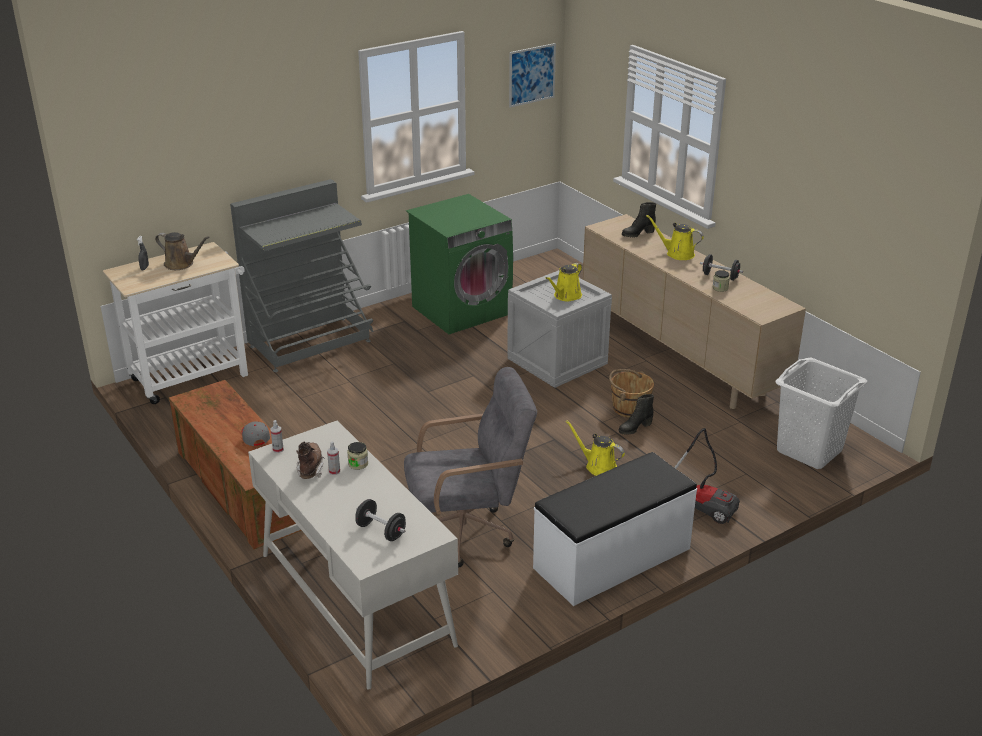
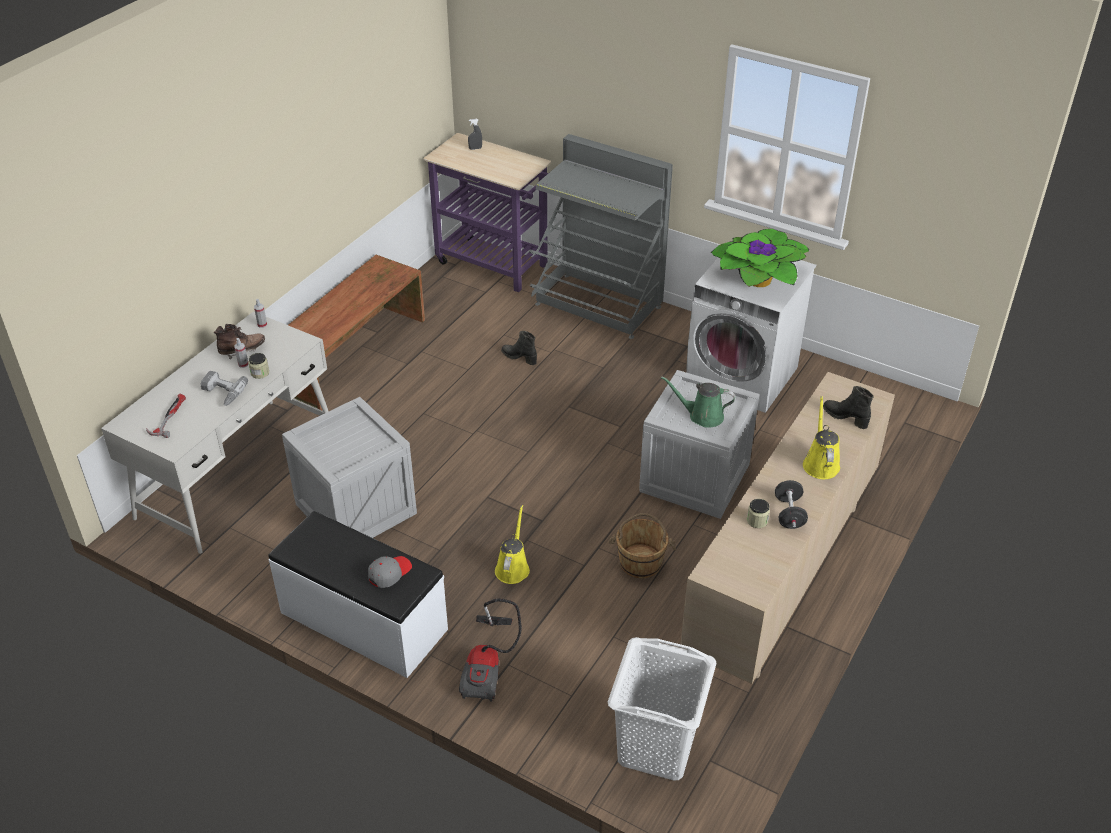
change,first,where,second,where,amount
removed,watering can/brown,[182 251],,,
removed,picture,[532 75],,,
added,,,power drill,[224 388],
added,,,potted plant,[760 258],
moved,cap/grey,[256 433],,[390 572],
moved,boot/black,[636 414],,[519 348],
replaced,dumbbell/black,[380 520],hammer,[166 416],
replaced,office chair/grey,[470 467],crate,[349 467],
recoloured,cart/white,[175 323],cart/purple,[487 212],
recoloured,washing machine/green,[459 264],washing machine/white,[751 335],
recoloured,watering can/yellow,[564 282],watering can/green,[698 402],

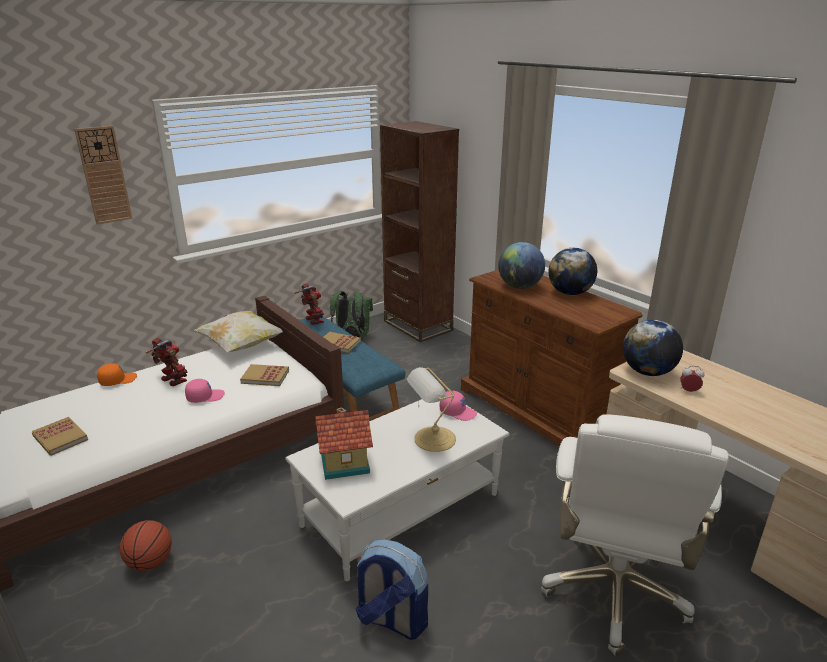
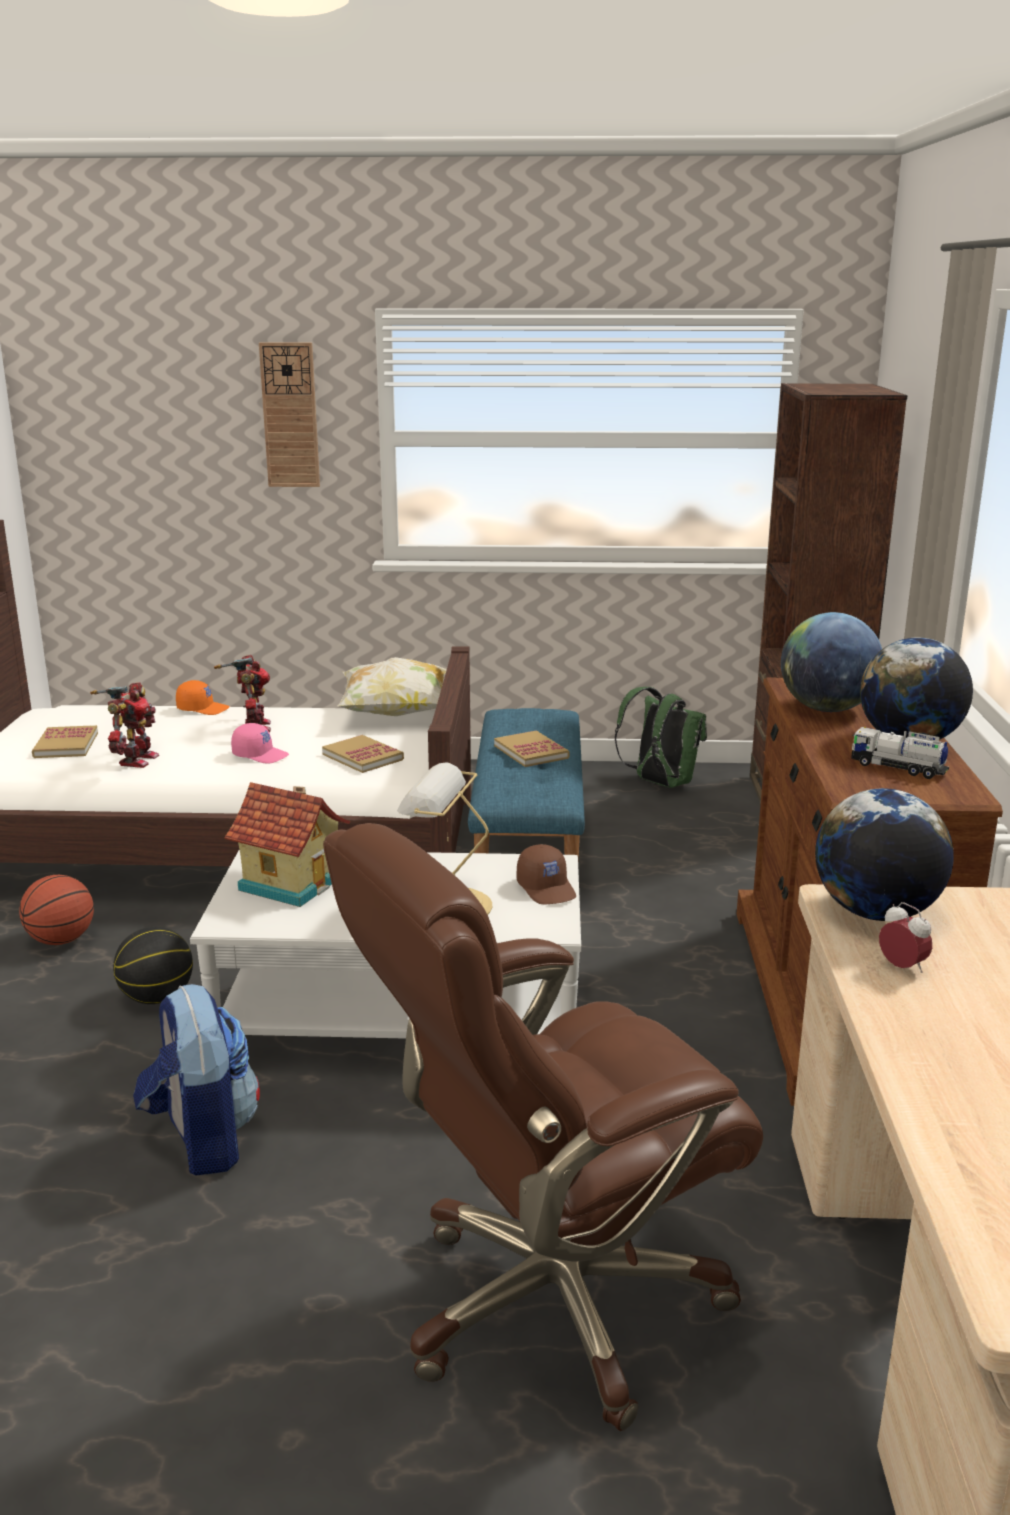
change,first,where,second,where,amount
added,,,basketball,[153 965],
added,,,toy truck,[900 753],
moved,toy robot,[309 304],,[124 725],
recoloured,cap/pink,[458 406],cap/brown,[546 874],
recoloured,office chair/white,[635 535],office chair/brown,[543 1127],

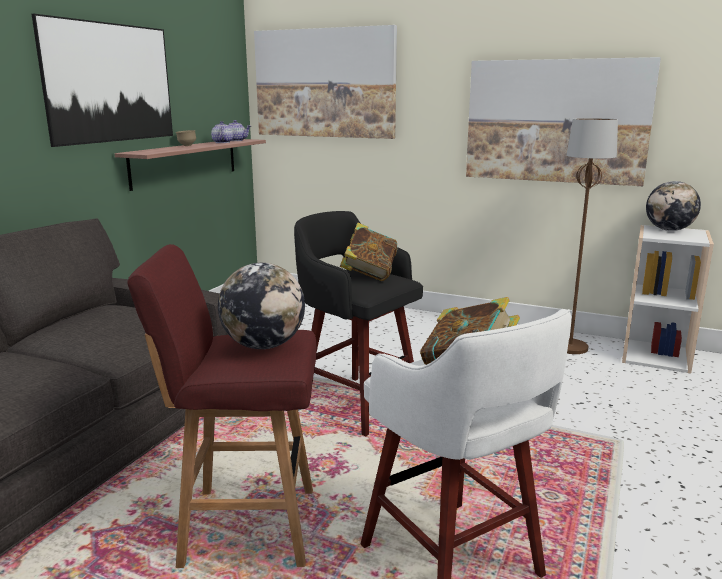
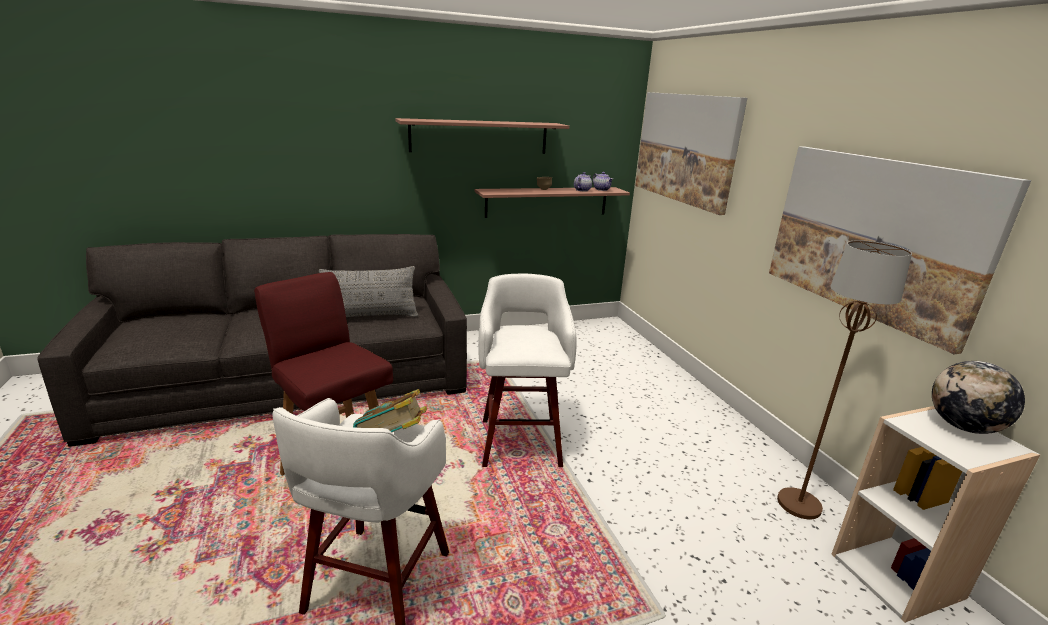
change,first,where,second,where,amount
removed,globe,[261 306],,,
removed,book,[369 252],,,
added,,,pillow/grey,[368 291],
replaced,picture,[102 80],shelf,[482 136],
recoloured,stool/black,[358 323],stool/white,[527 370],

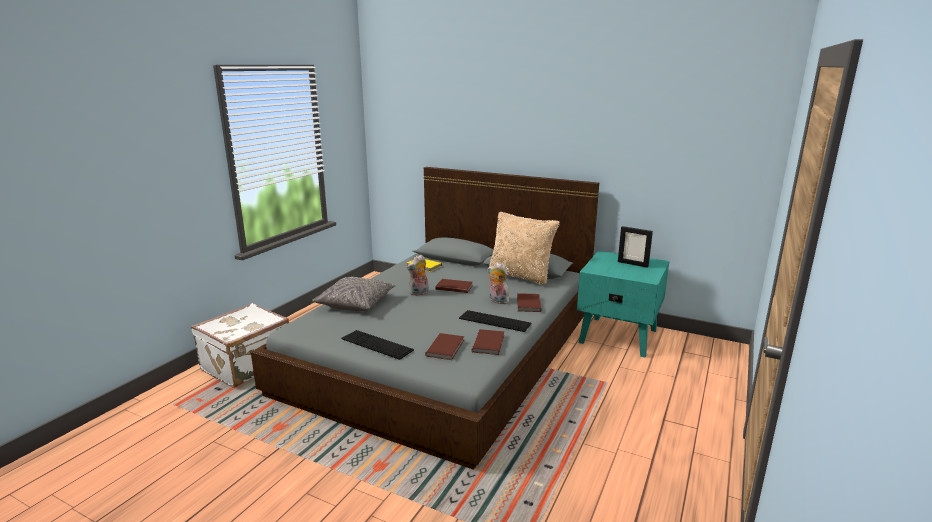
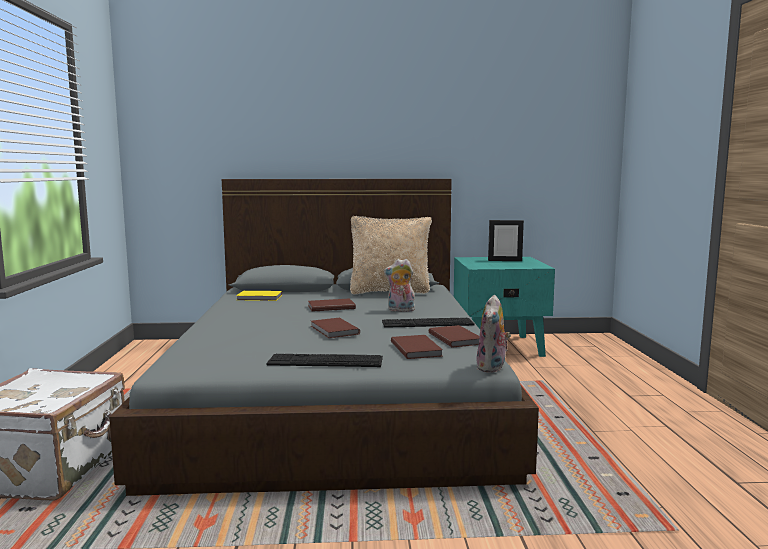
change,first,where,second,where,amount
removed,pillow/grey,[354 294],,,
moved,plush toy,[418 275],,[494 334],
moved,book/brown,[529 302],,[335 328],

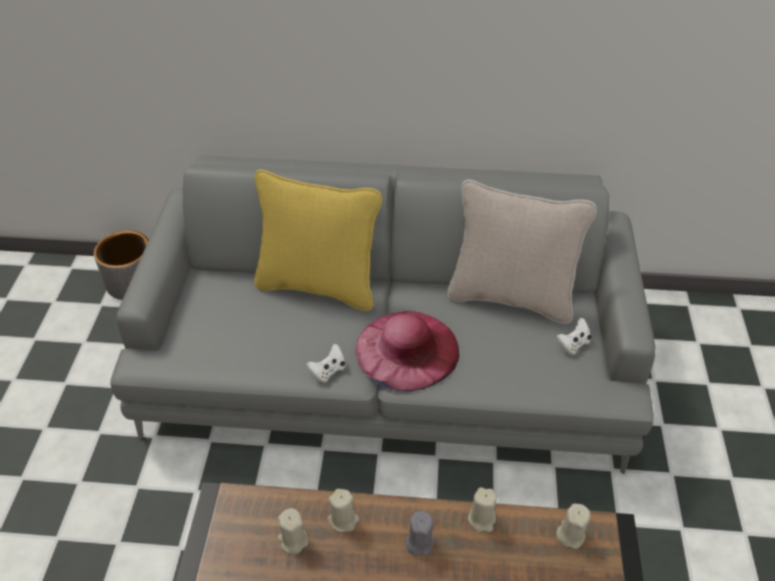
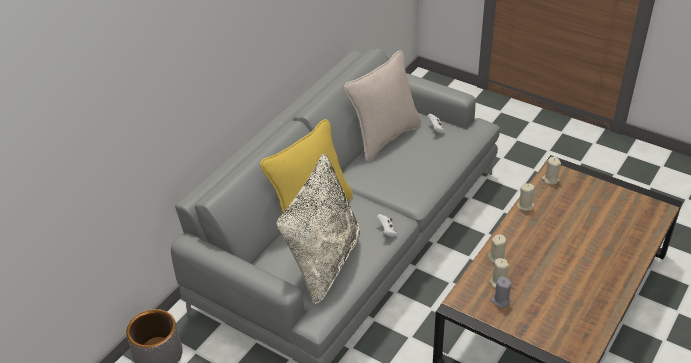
change,first,where,second,where,amount
removed,hat/pink,[407 351],,,
added,,,pillow/beige,[318 228],
moved,candle/grey,[420 533],,[501 292],

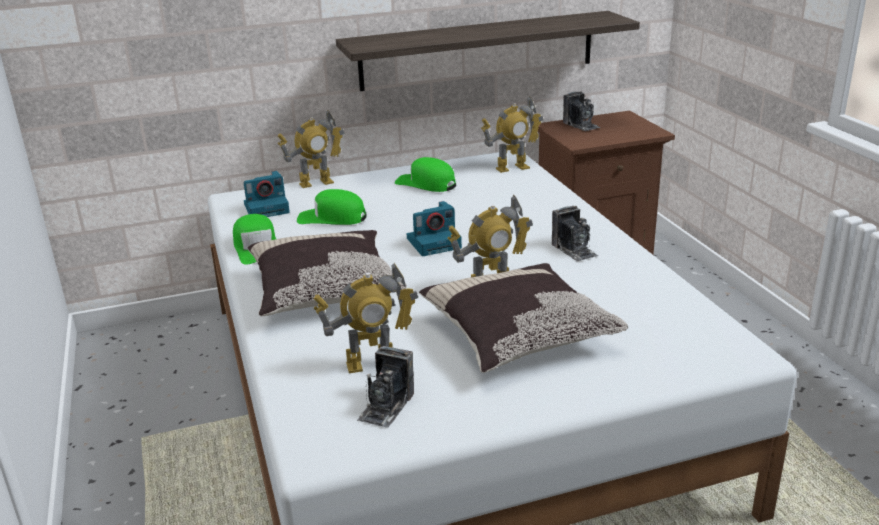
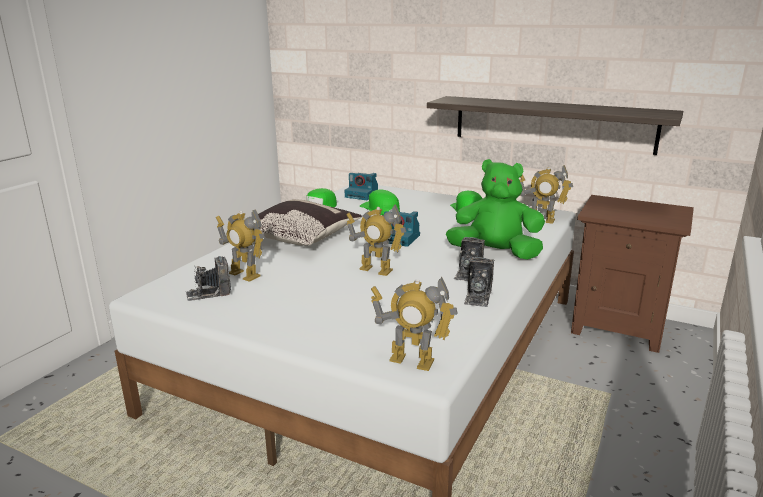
change,first,where,second,where,amount
removed,pillow,[523 318],,,
added,,,plush toy/green,[495 209],
moved,toy robot,[311 149],,[414 324],
moved,photo camera,[582 111],,[479 282],

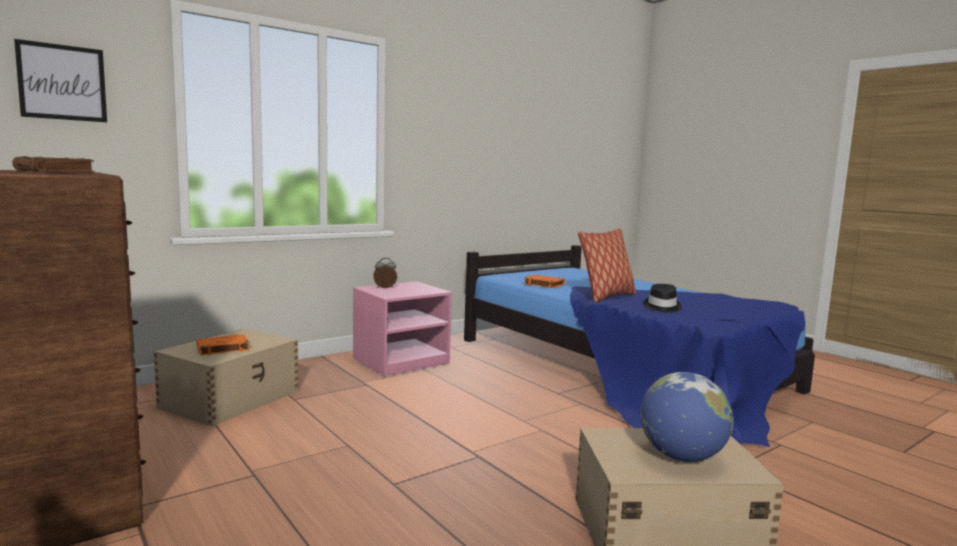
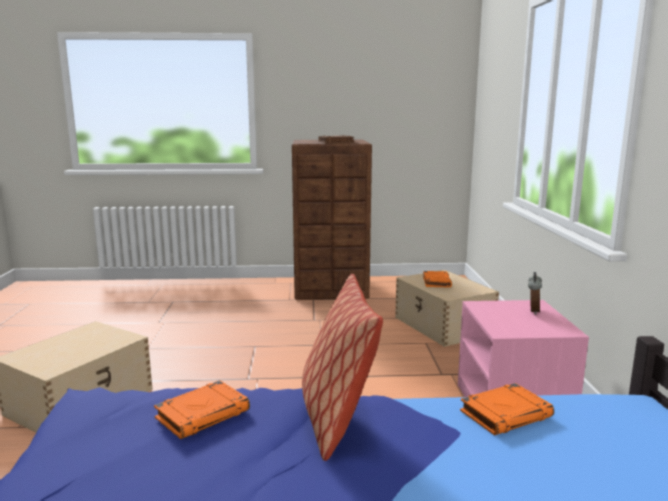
change,first,where,second,where,amount
removed,picture,[60 80],,,
removed,globe,[687 417],,,
replaced,hat/black,[662 298],book/orange,[202 409],

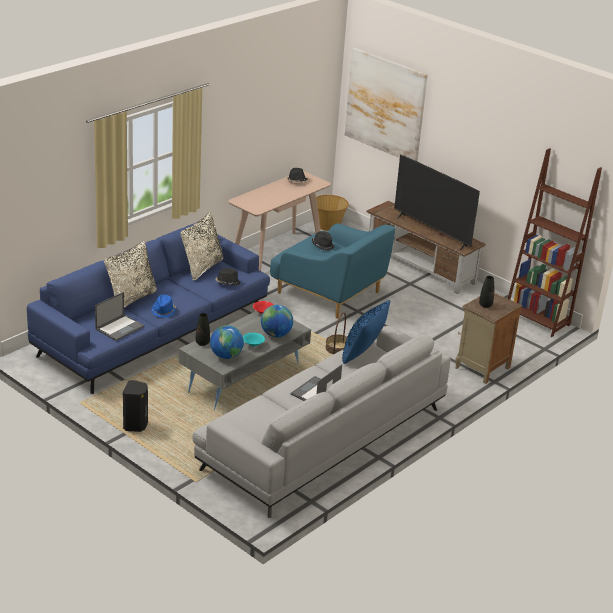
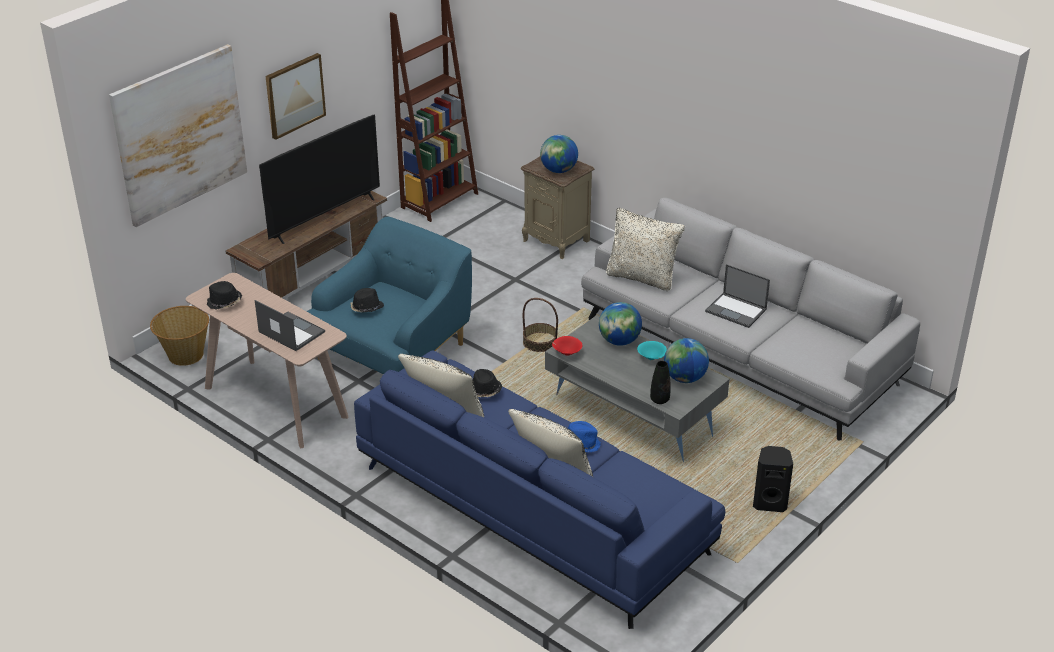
change,first,where,second,where,amount
added,,,picture,[295 96],
moved,laptop,[119 316],,[290 325],
replaced,vase/black,[486 292],globe,[559 154],
recoloured,pillow/blue,[366 332],pillow/beige,[645 249],

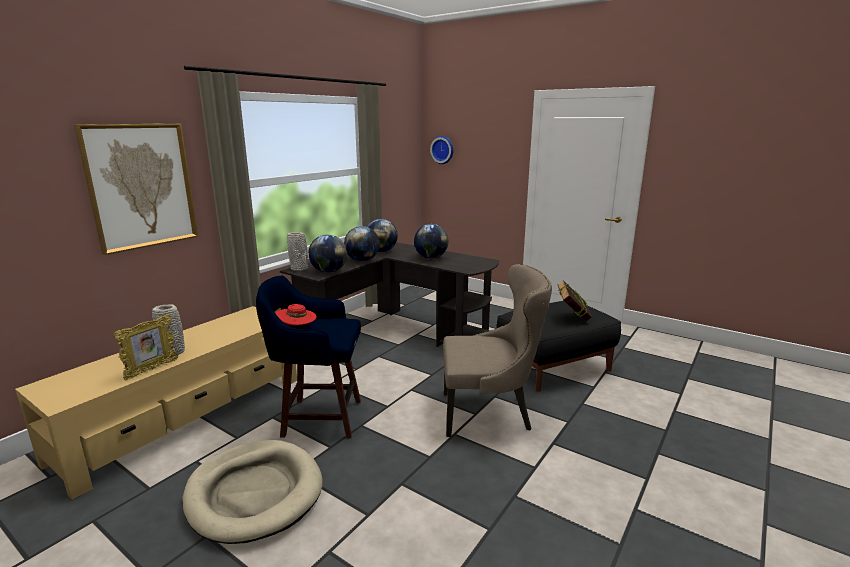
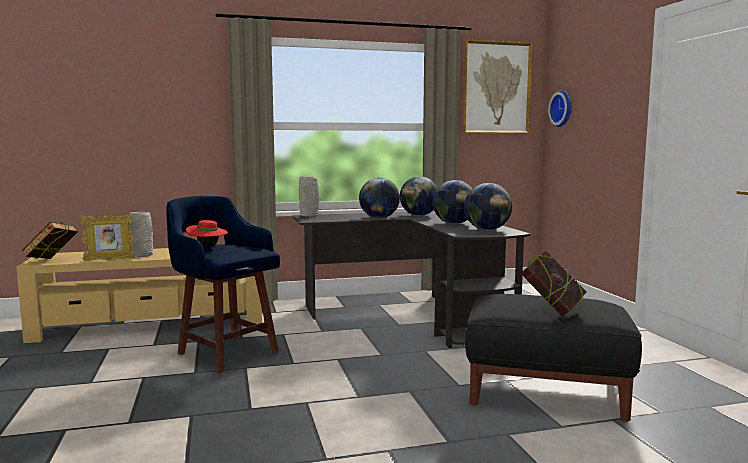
change,first,where,second,where,amount
removed,dog bed/beige,[252 492],,,
removed,chair/beige,[497 350],,,
added,,,book,[50 240],
moved,picture,[136 189],,[498 87],
moved,globe,[327 254],,[488 206],

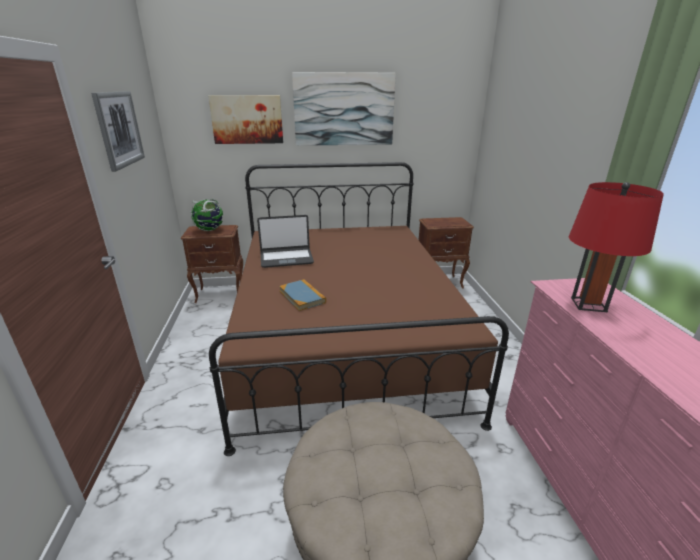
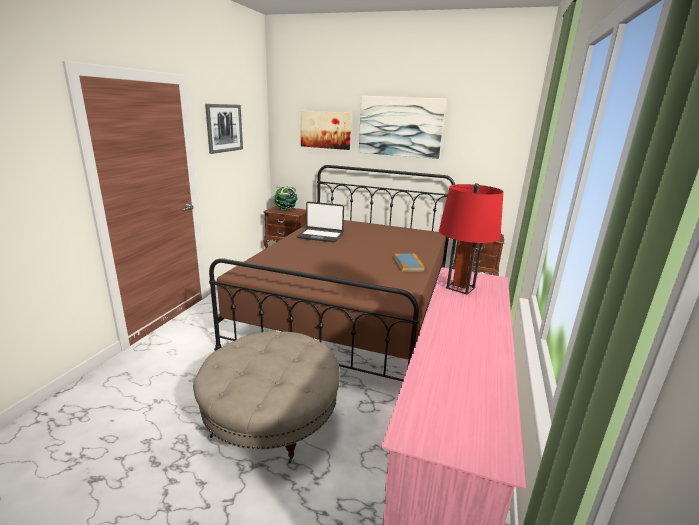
change,first,where,second,where,amount
moved,book,[302 295],,[409 263],

